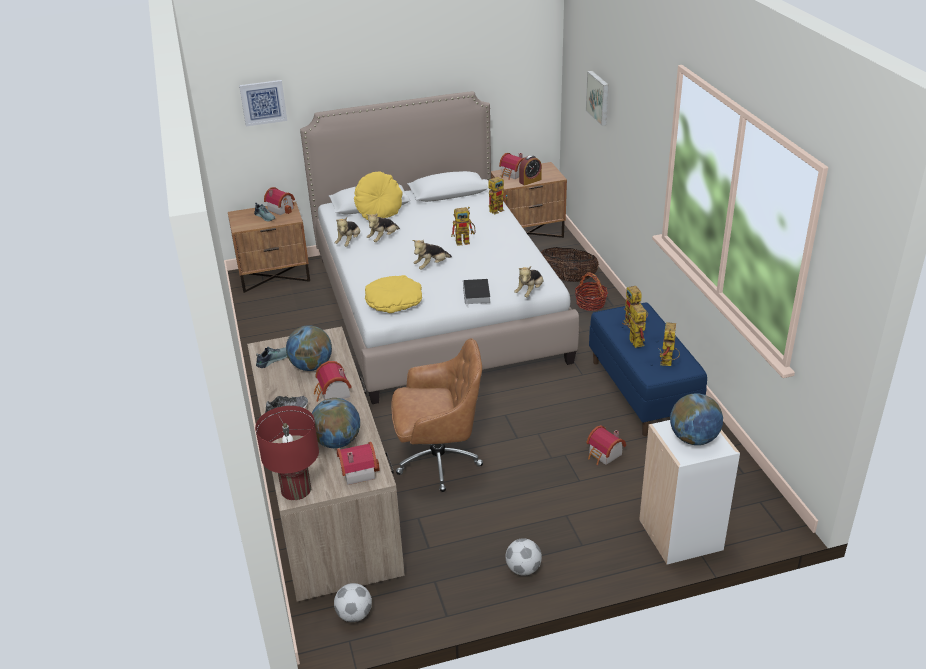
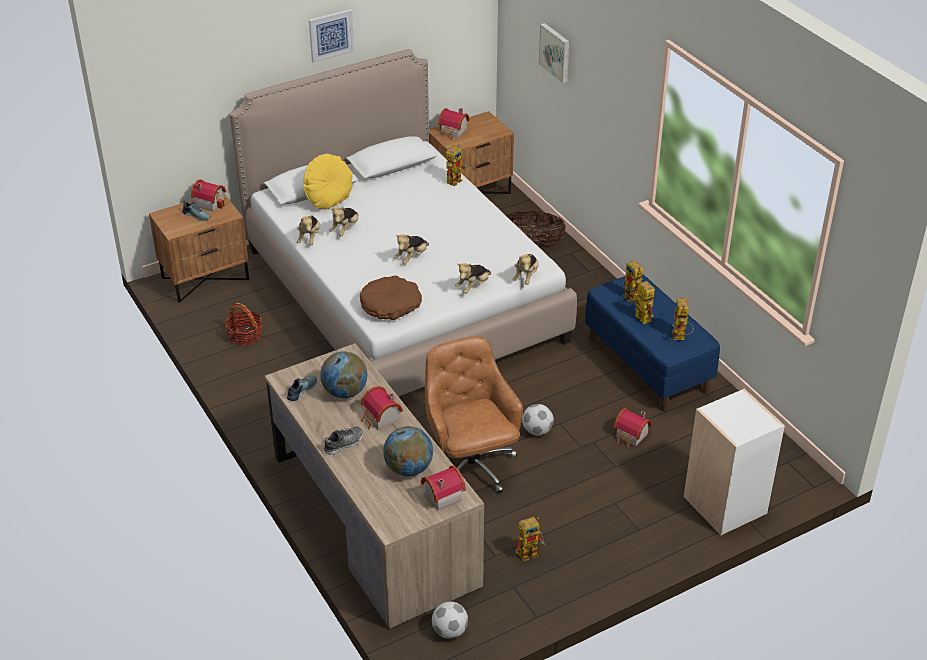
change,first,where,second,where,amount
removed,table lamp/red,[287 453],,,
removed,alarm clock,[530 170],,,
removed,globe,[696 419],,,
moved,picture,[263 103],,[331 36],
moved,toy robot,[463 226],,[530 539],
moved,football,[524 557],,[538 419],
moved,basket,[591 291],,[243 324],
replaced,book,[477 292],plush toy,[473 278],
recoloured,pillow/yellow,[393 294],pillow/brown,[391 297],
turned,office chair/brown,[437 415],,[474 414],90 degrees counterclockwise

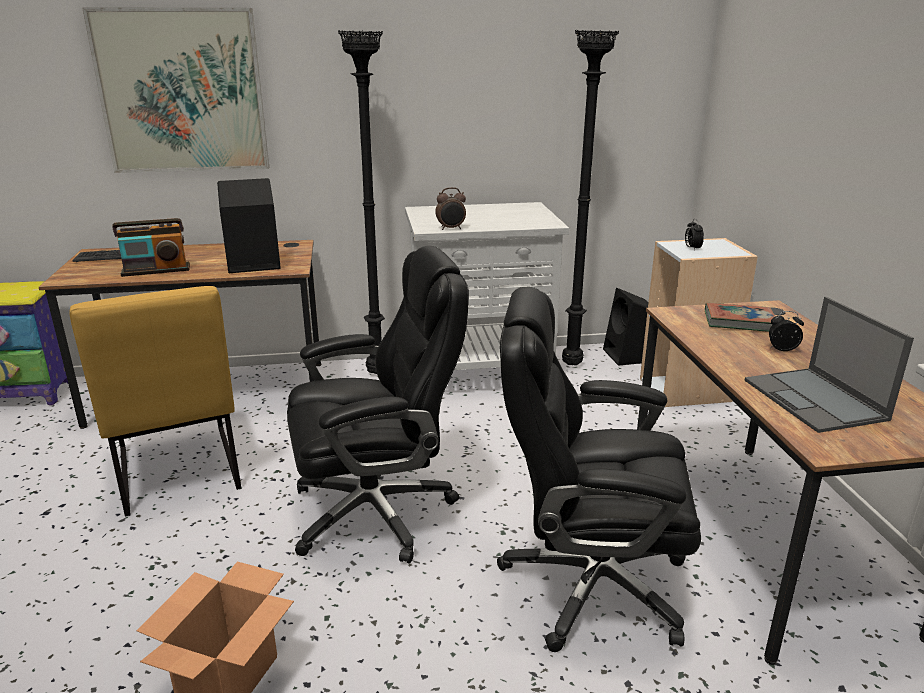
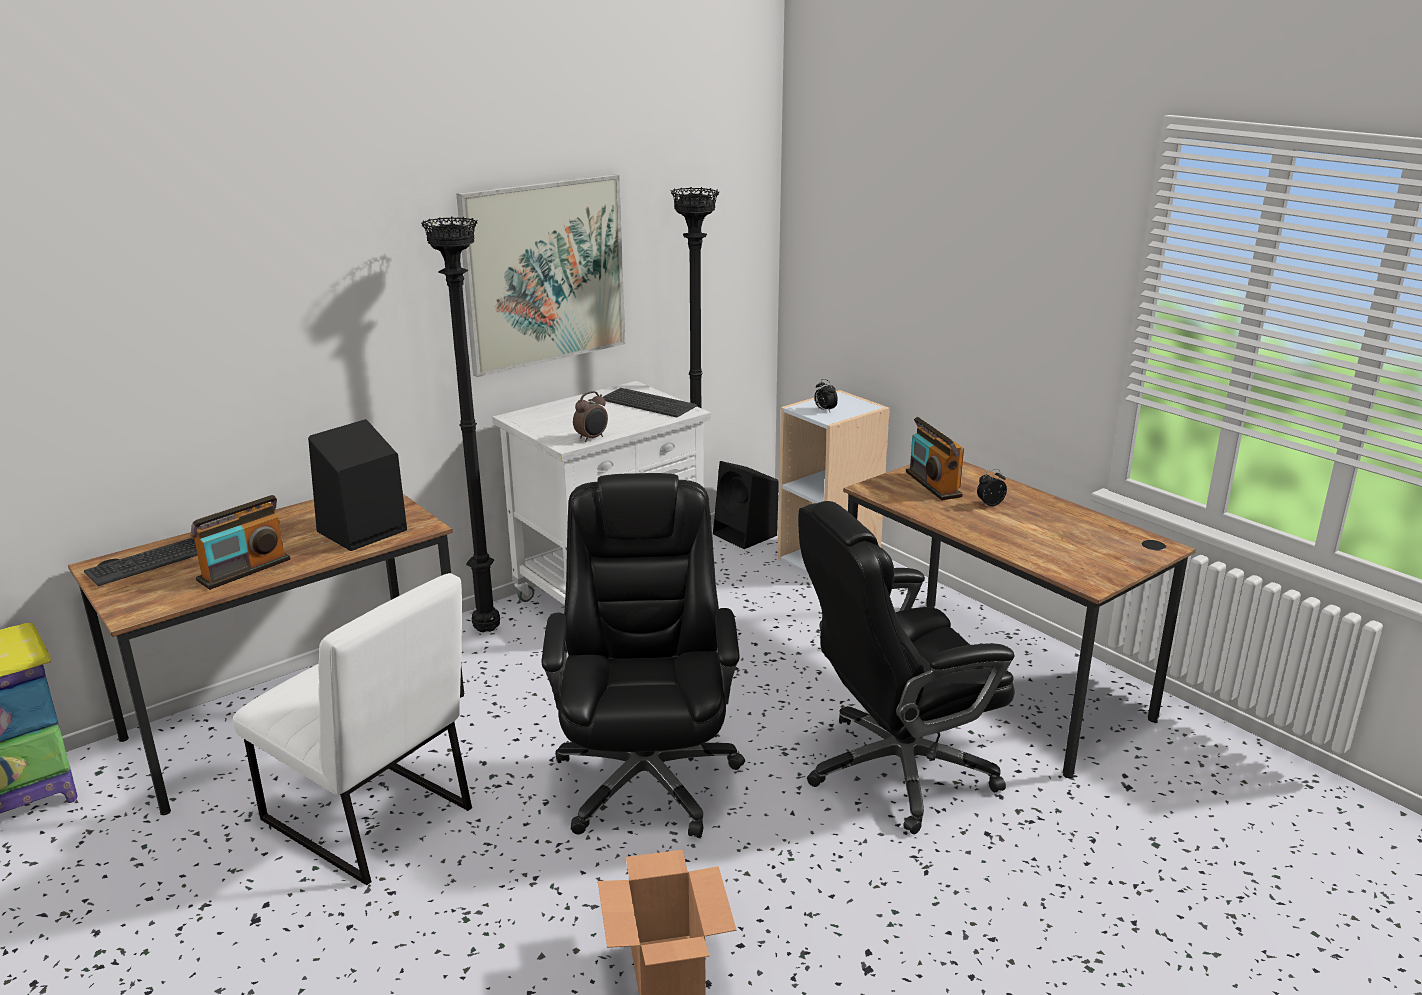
change,first,where,second,where,amount
removed,laptop,[829 365],,,
added,,,keyboard,[650 402],
moved,picture,[175 90],,[541 275],
replaced,book,[740 317],radio,[935 458],
recoloured,chair/yellow,[155 401],chair/white,[352 729],
turned,office chair/black,[378 405],,[643 655],45 degrees counterclockwise

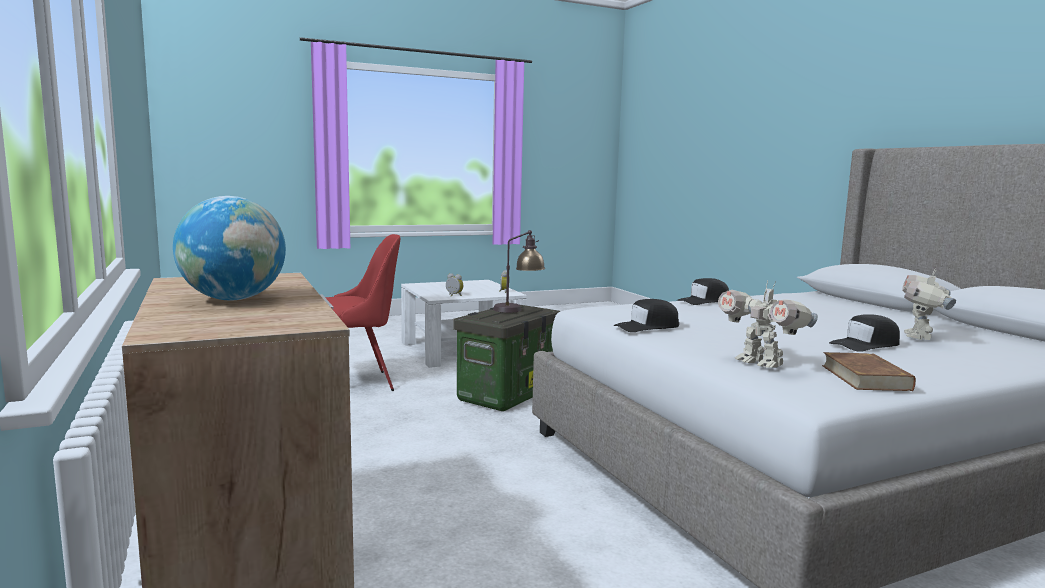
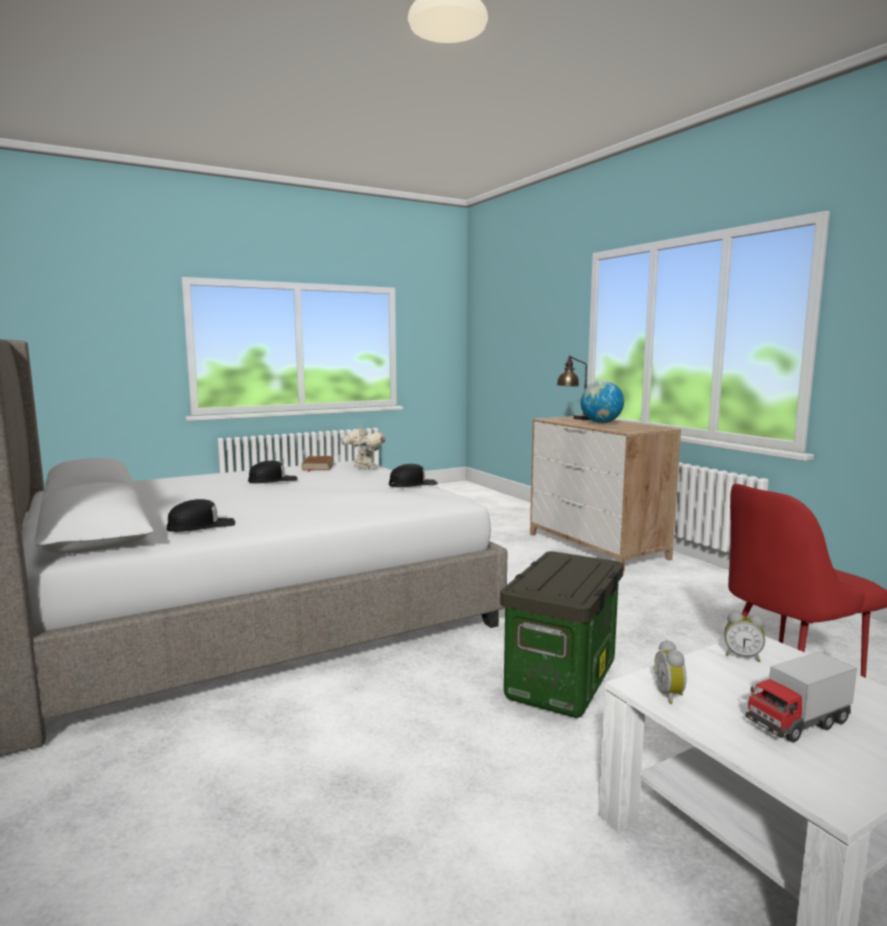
change,first,where,second,where,amount
removed,toy robot,[929 304],,,
added,,,toy truck,[801 697],
moved,table lamp,[519 271],,[573 387],
moved,cap/black,[703 291],,[201 515],

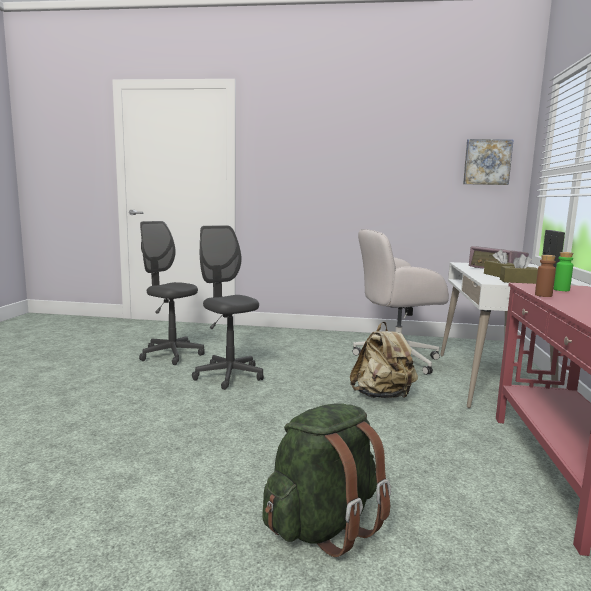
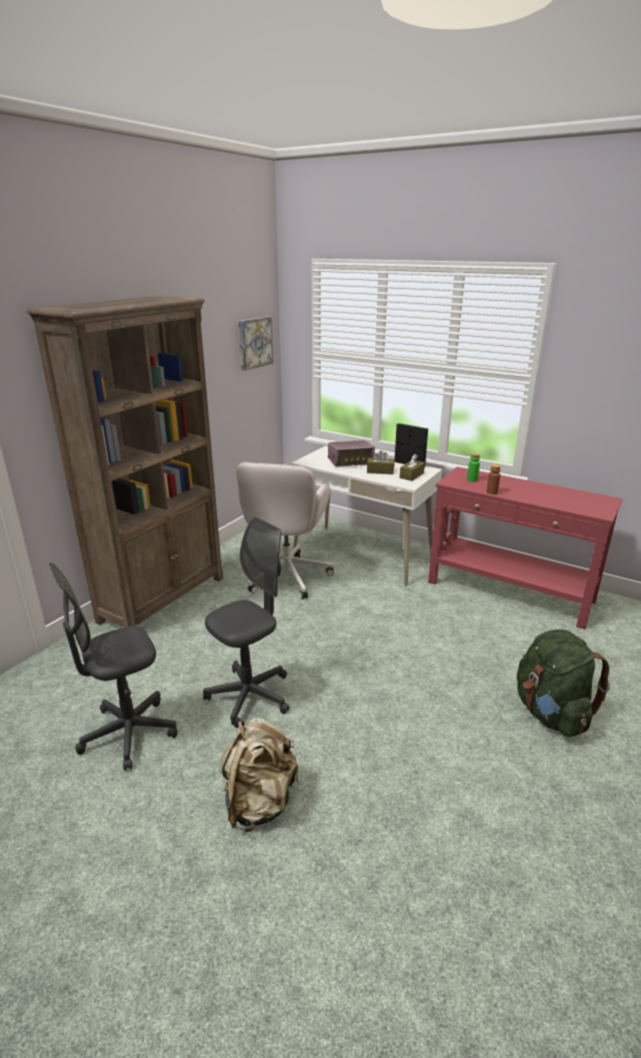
change,first,where,second,where,amount
added,,,bookcase/brown,[125 461],
moved,backpack/beige,[384 360],,[260 775],
turned,office chair/grey,[228 307],,[246 622],150 degrees clockwise

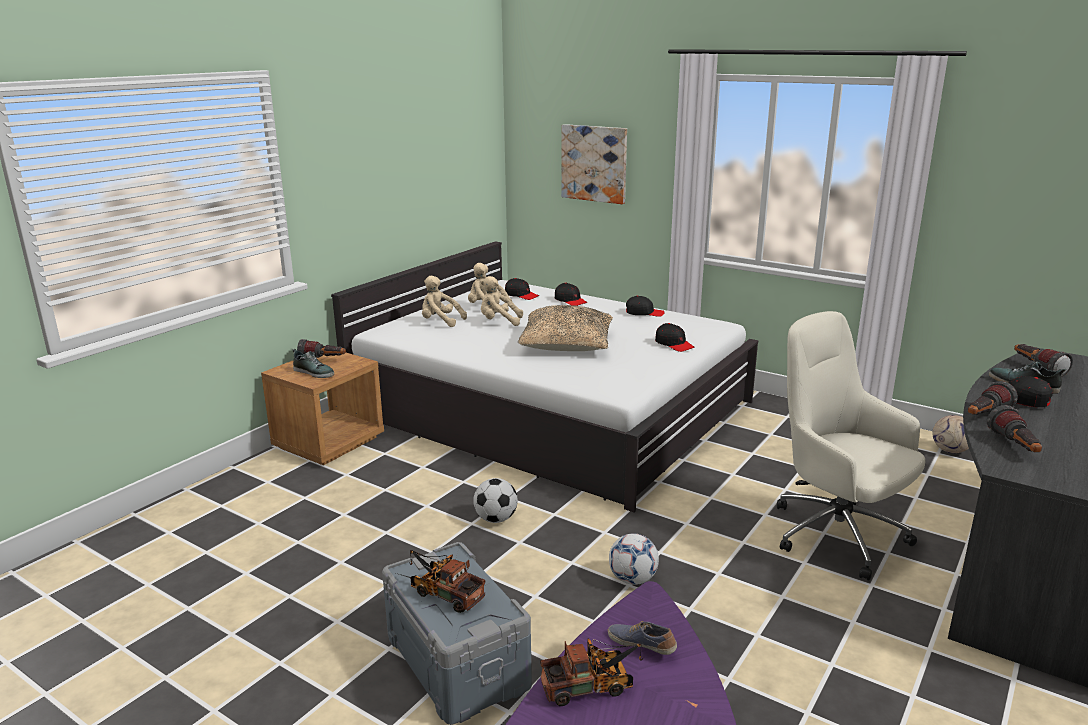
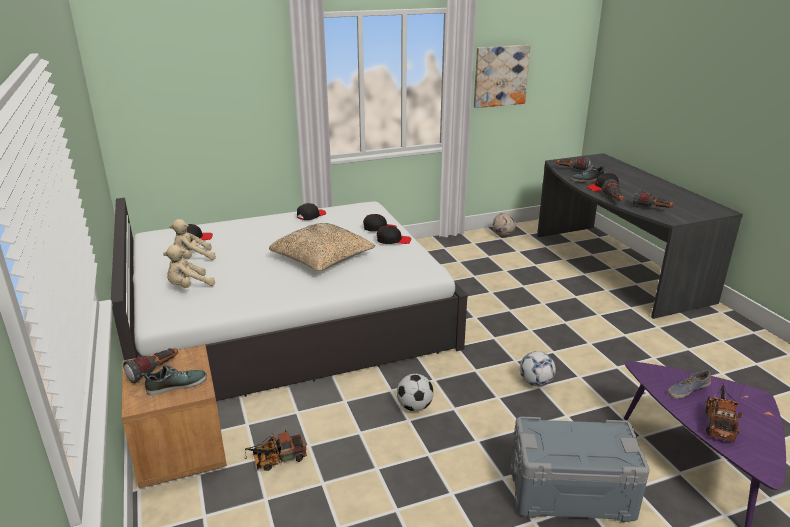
change,first,where,second,where,amount
removed,plush toy/beige,[502 301],,,
removed,office chair/beige,[851 446],,,
moved,toy truck,[447 581],,[276 450],
moved,cap/black,[571 294],,[394 235],
moved,picture,[594 164],,[502 76],

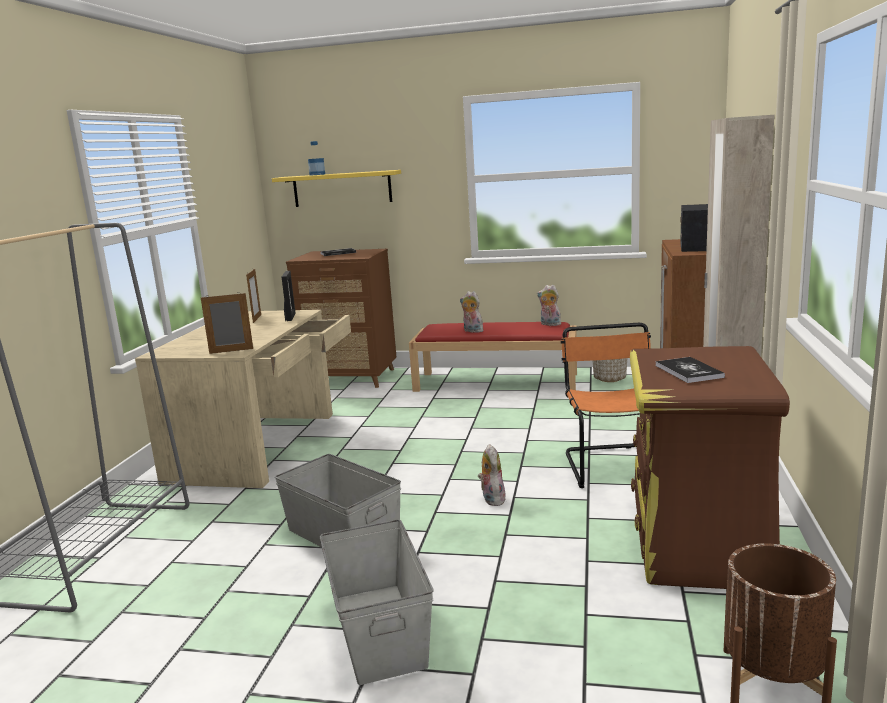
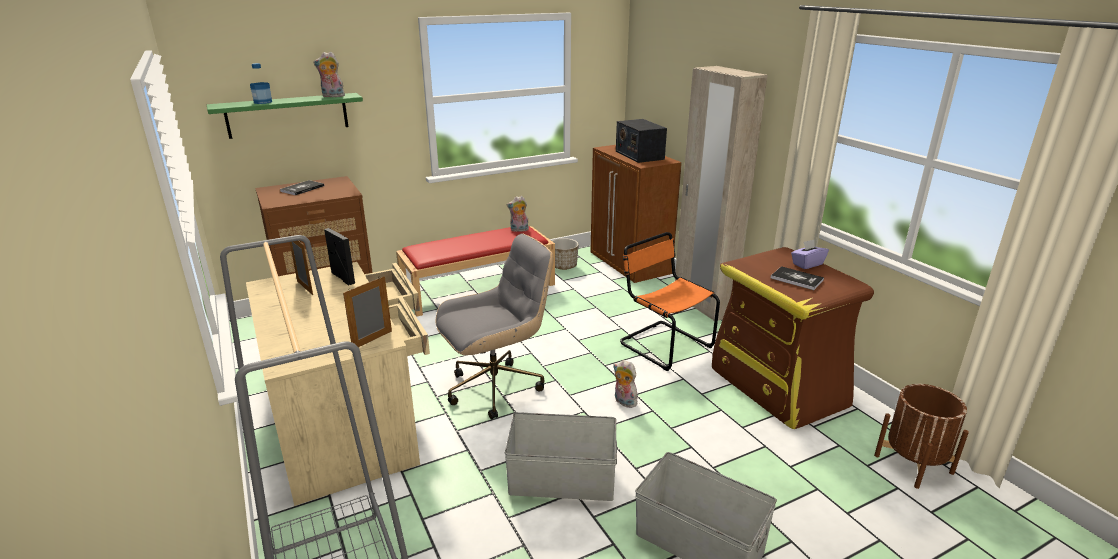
change,first,where,second,where,amount
added,,,office chair/grey,[495 326],
added,,,tissue box/purple,[810 254],
moved,plush toy,[471 312],,[329 74],
recoloured,shelf/yellow,[336 188],shelf/green,[285 116],

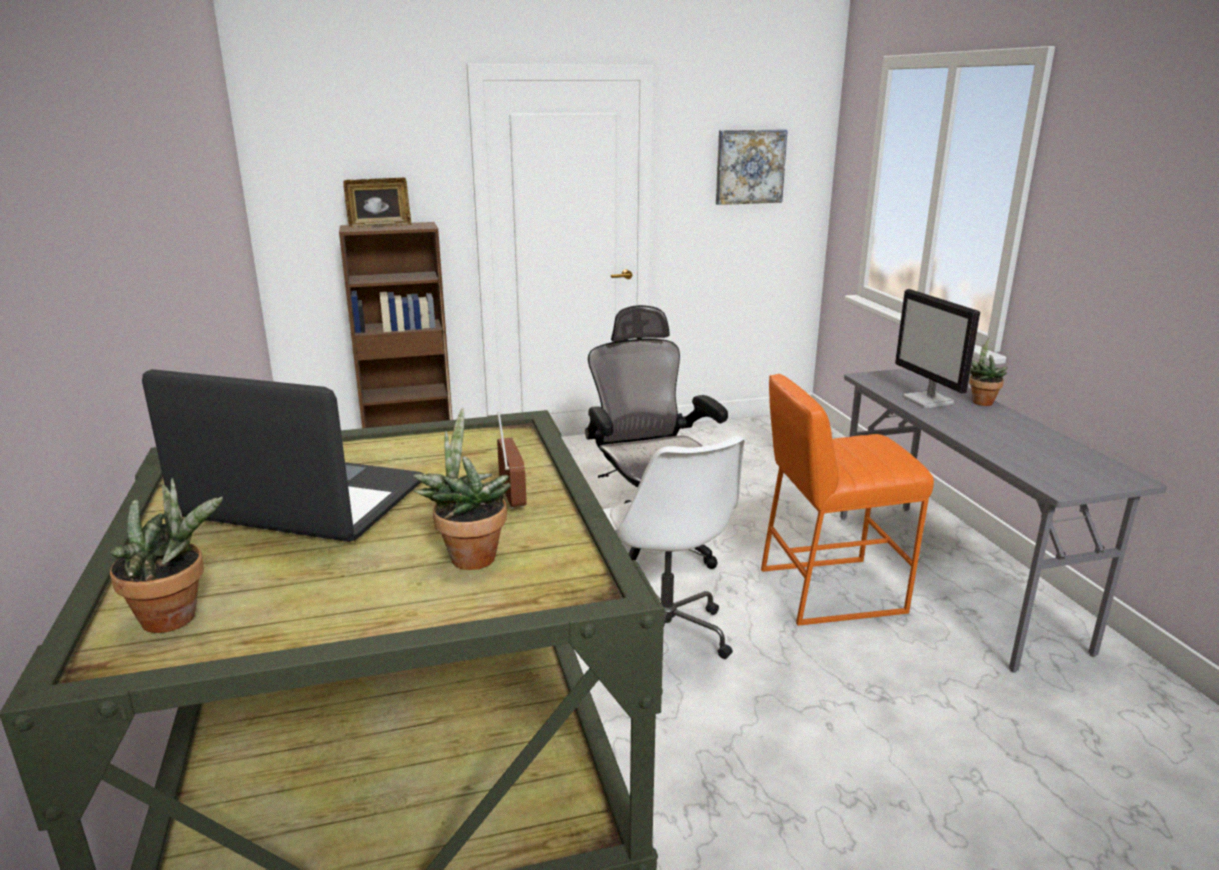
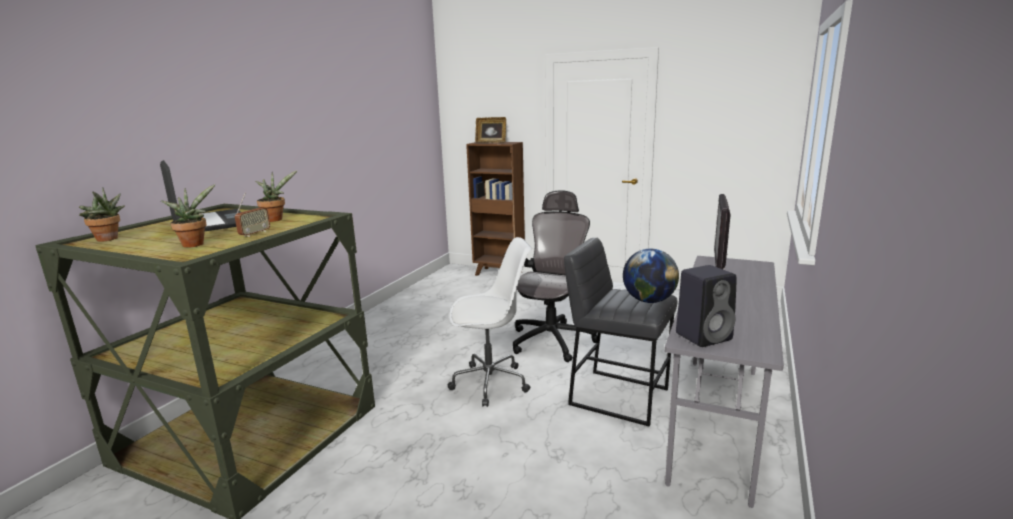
change,first,where,second,where,amount
removed,picture,[752 167],,,
added,,,globe,[651 276],
added,,,speaker/black,[706 306],
moved,potted plant,[988 372],,[276 196],
recoloured,stool/orange,[847 500],stool/grey,[620 332],
turned,office chair/white,[674 547],,[490 322],120 degrees counterclockwise

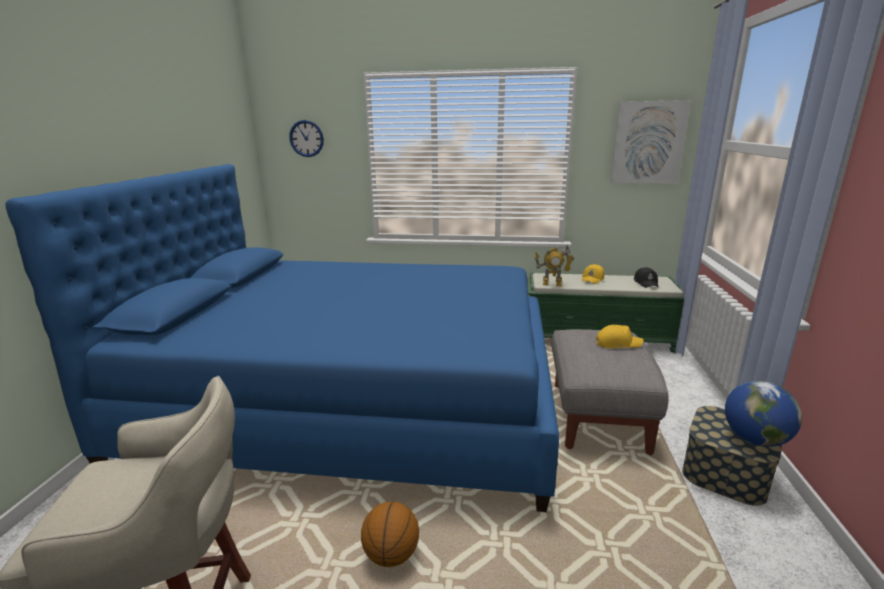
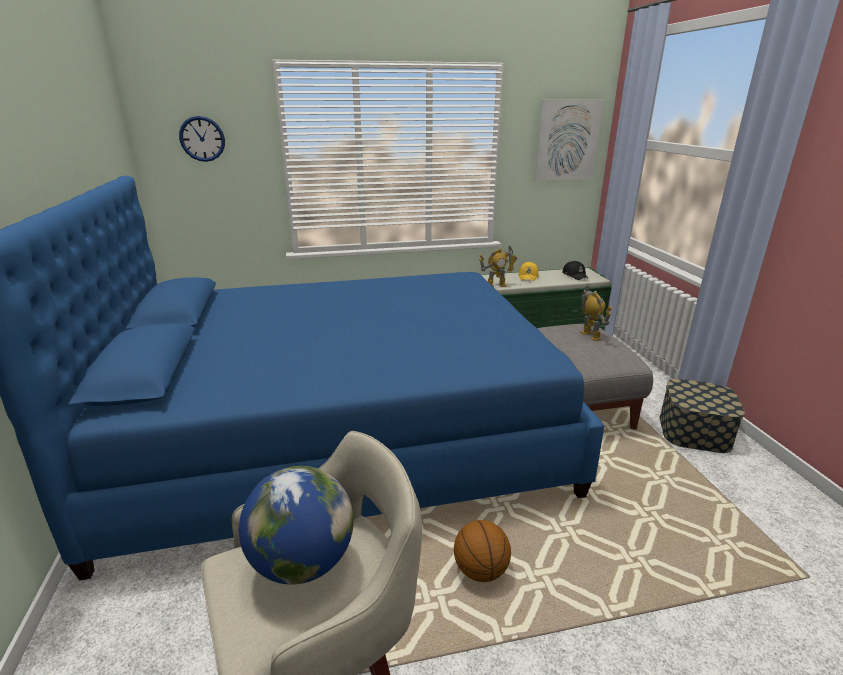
change,first,where,second,where,amount
moved,globe,[763 414],,[296 525],
replaced,cap/yellow,[619 336],toy robot,[596 312],

